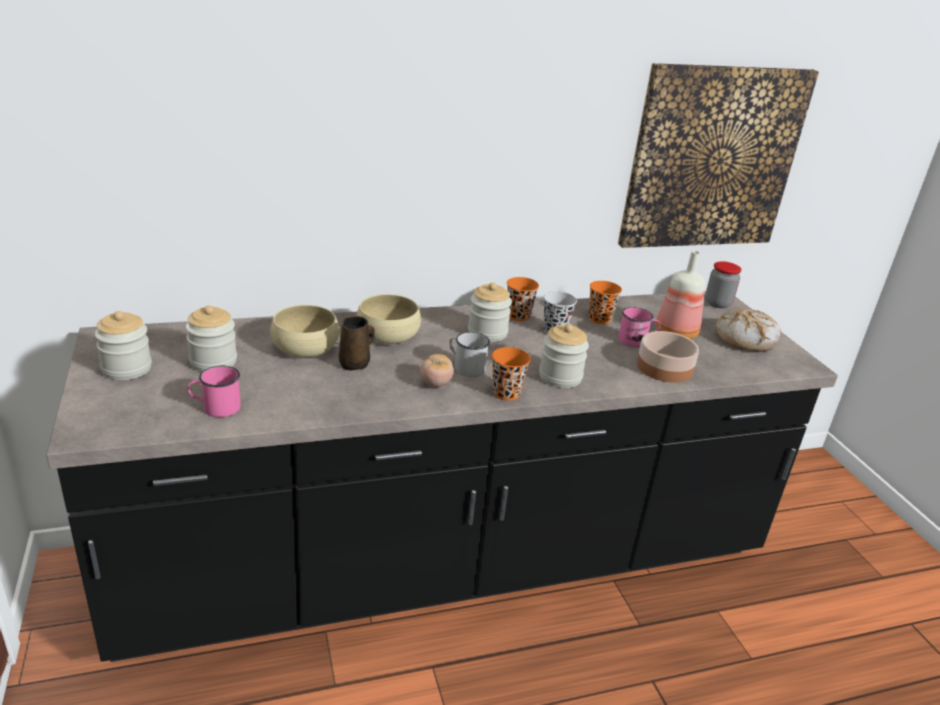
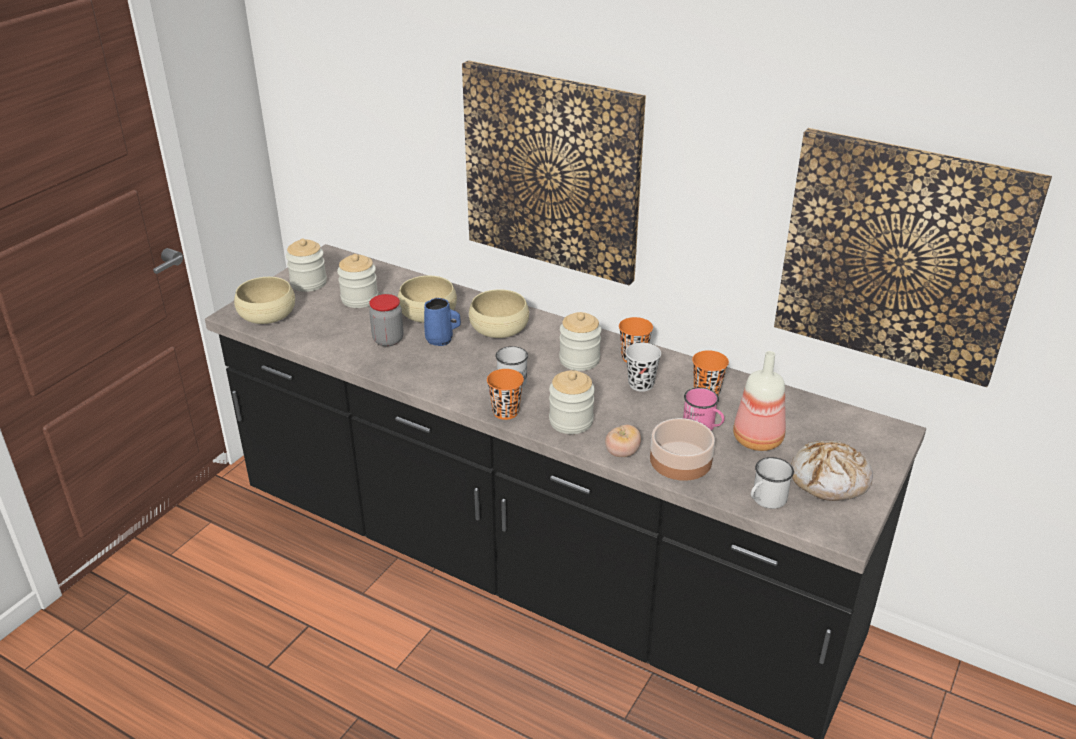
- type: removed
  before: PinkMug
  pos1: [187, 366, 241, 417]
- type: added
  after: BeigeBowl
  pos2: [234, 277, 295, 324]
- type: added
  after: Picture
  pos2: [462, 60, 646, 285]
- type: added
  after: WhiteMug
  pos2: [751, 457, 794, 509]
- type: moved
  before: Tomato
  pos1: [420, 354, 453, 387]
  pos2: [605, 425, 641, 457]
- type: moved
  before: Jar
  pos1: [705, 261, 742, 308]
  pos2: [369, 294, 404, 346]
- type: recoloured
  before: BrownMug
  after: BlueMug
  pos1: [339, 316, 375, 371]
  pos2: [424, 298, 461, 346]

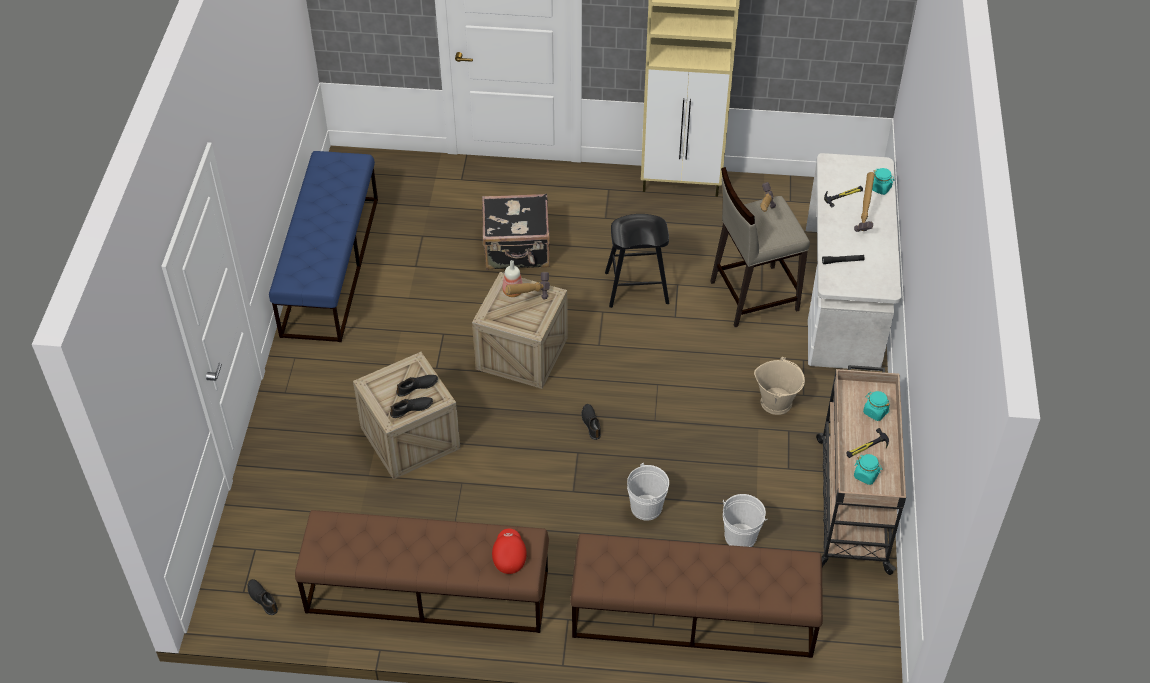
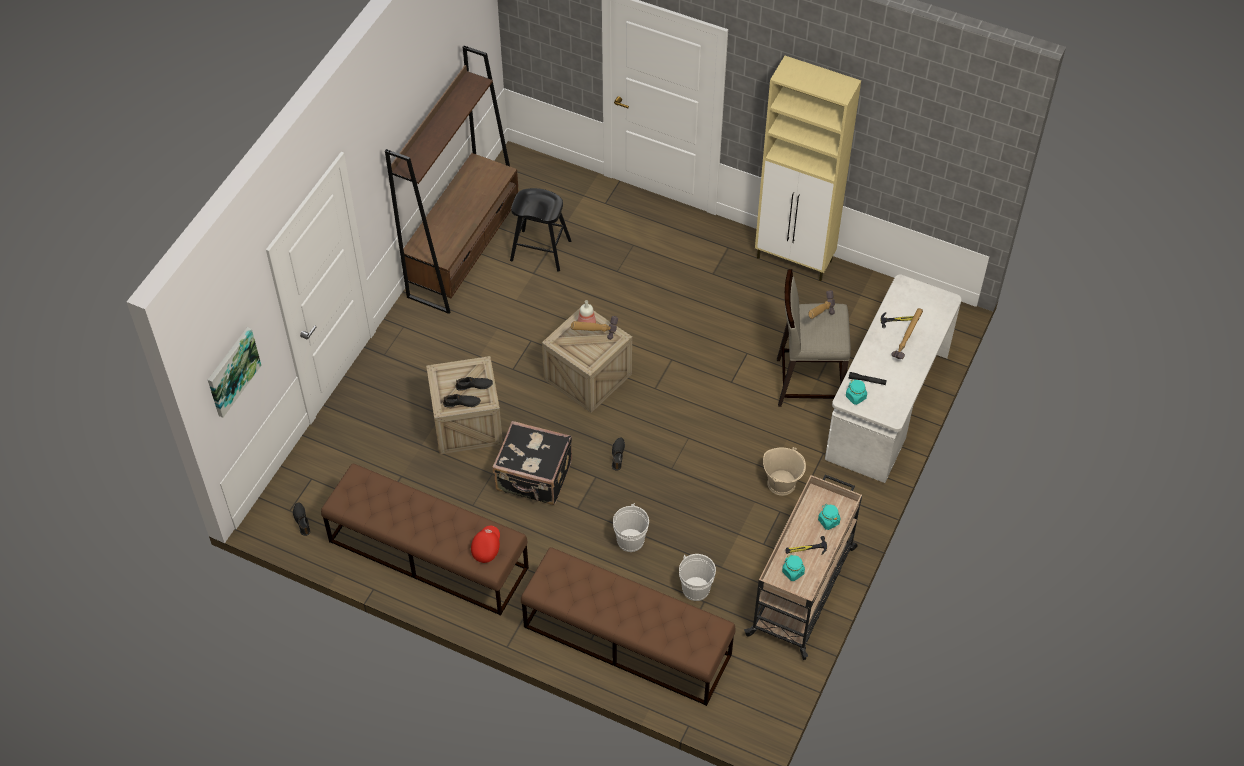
- type: added
  after: Picture
  pos2: [208, 327, 262, 418]
- type: moved
  before: BlackSuitcase
  pos1: [482, 194, 550, 270]
  pos2: [493, 421, 572, 505]
- type: moved
  before: BlackStool
  pos1: [605, 214, 669, 308]
  pos2: [510, 188, 571, 272]
- type: moved
  before: TurquoiseJar
  pos1: [872, 168, 895, 195]
  pos2: [846, 379, 867, 405]
- type: replaced
  before: BlueBench
  after: BrownBookcase
  pos1: [269, 151, 378, 342]
  pos2: [385, 46, 519, 314]

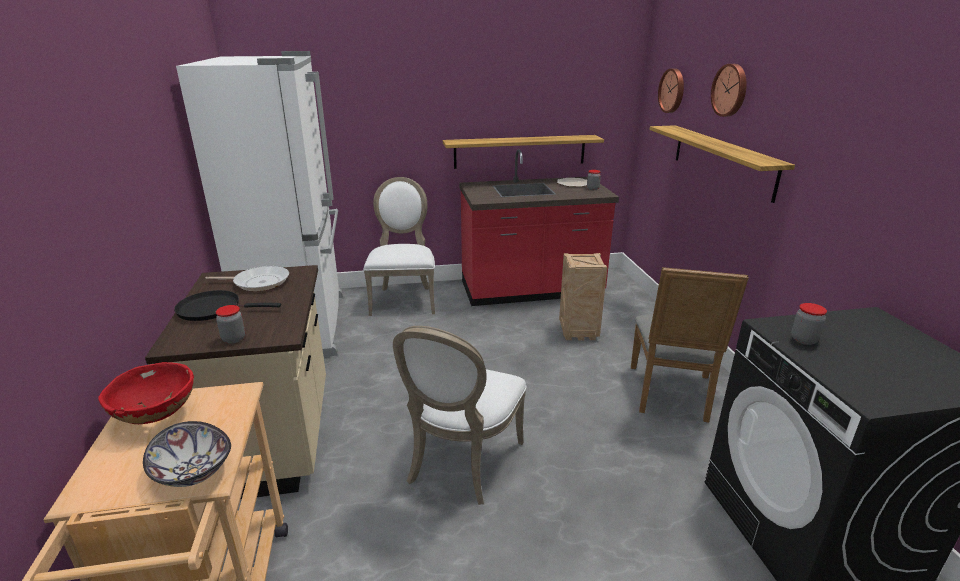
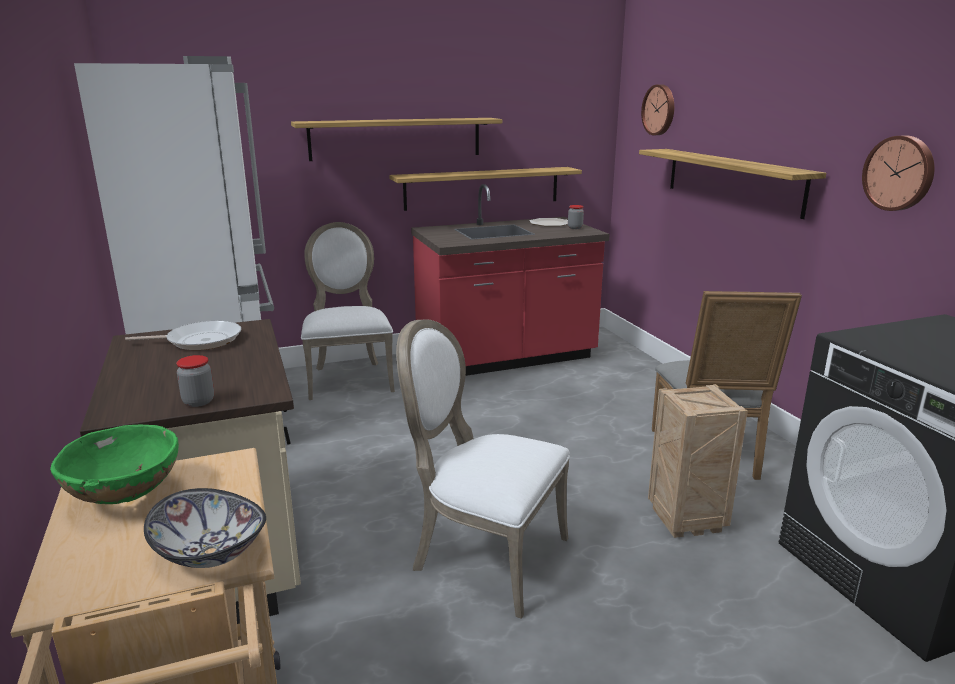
- type: removed
  before: BlackFryingPan
  pos1: [174, 290, 281, 321]
- type: removed
  before: Jar
  pos1: [791, 303, 827, 345]
- type: added
  after: Shelf
  pos2: [291, 118, 502, 161]
- type: moved
  before: Crate
  pos1: [559, 253, 607, 341]
  pos2: [648, 384, 748, 538]
- type: moved
  before: WallClock
  pos1: [711, 64, 747, 117]
  pos2: [862, 135, 935, 211]
- type: recoloured
  before: RedBowl
  after: GreenBowl
  pos1: [98, 362, 194, 424]
  pos2: [50, 425, 179, 504]
- type: turned
  before: WhiteChair
  pos1: [393, 326, 527, 505]
  pos2: [396, 319, 570, 619]
  turn: 105

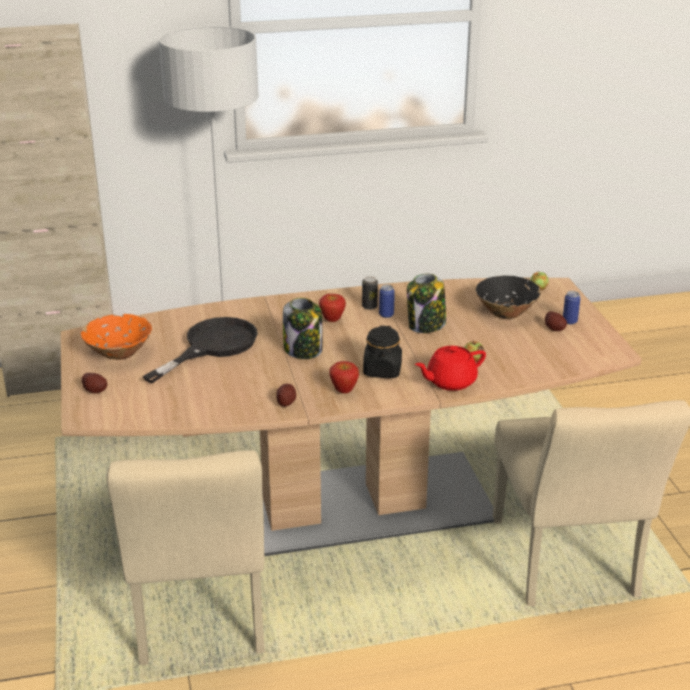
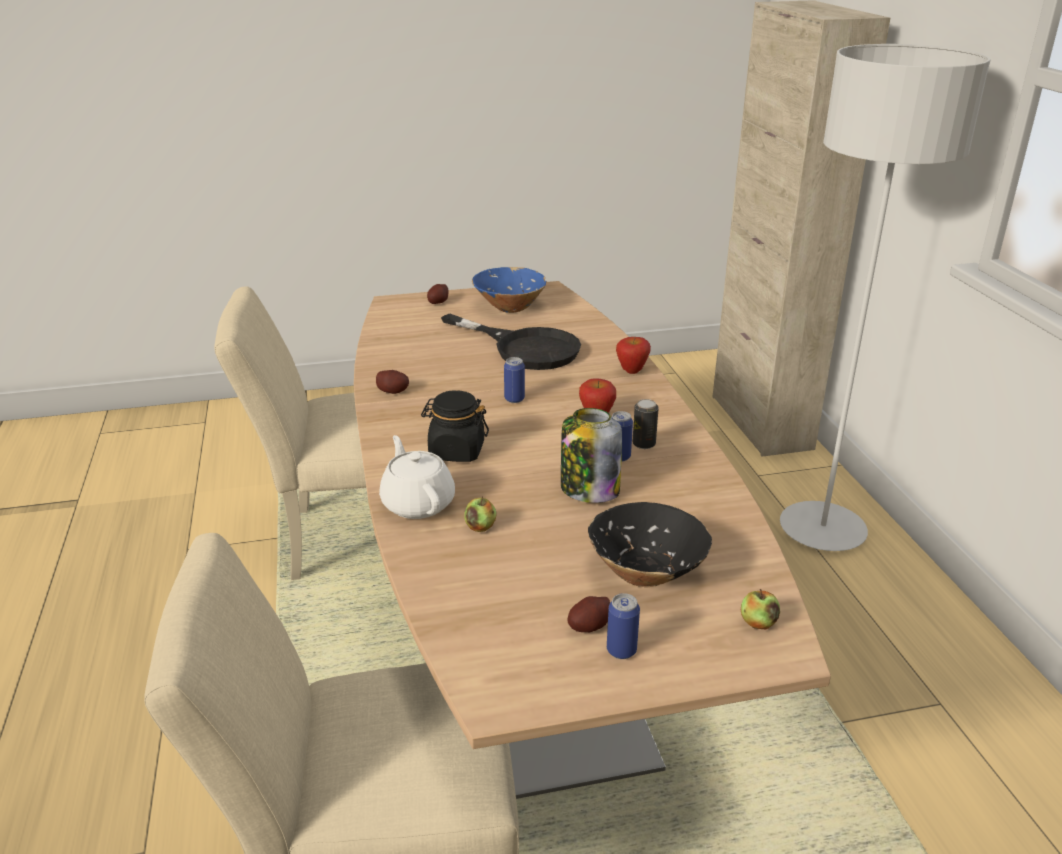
- type: moved
  before: Apple
  pos1: [329, 361, 359, 393]
  pos2: [616, 337, 651, 374]
- type: replaced
  before: Jar
  after: Can
  pos1: [283, 298, 323, 359]
  pos2: [504, 357, 525, 403]
- type: recoloured
  before: OrangeBowl
  after: BlueBowl
  pos1: [81, 314, 152, 360]
  pos2: [472, 267, 547, 313]
- type: recoloured
  before: RedTeapot
  after: WhiteTeapot
  pos1: [415, 346, 486, 391]
  pos2: [379, 435, 455, 519]

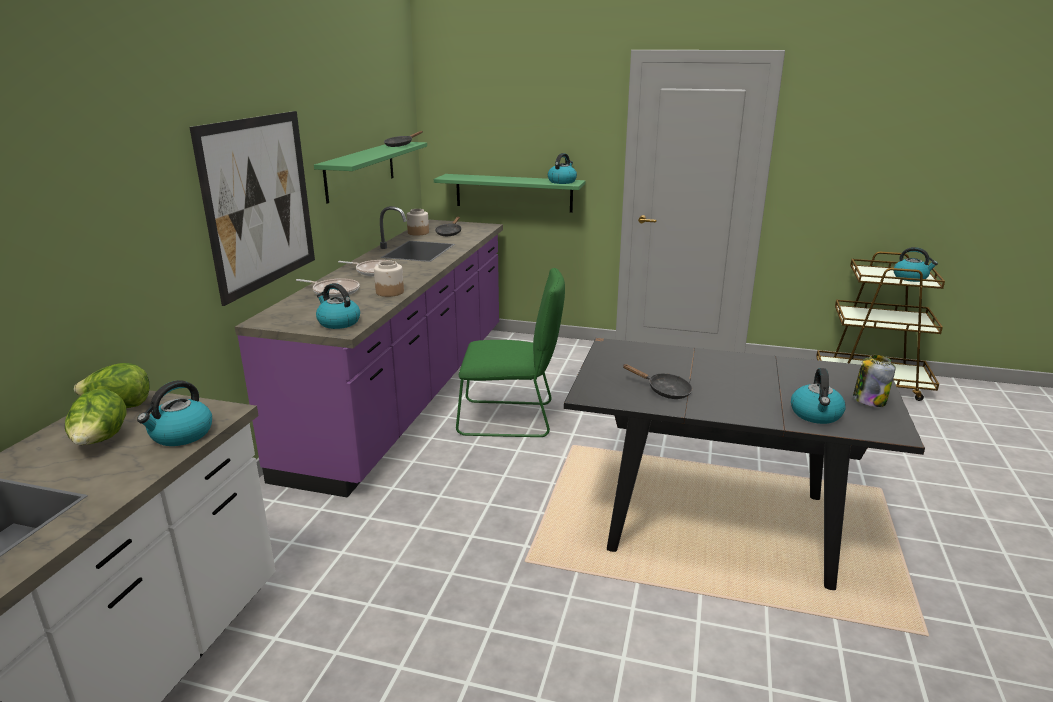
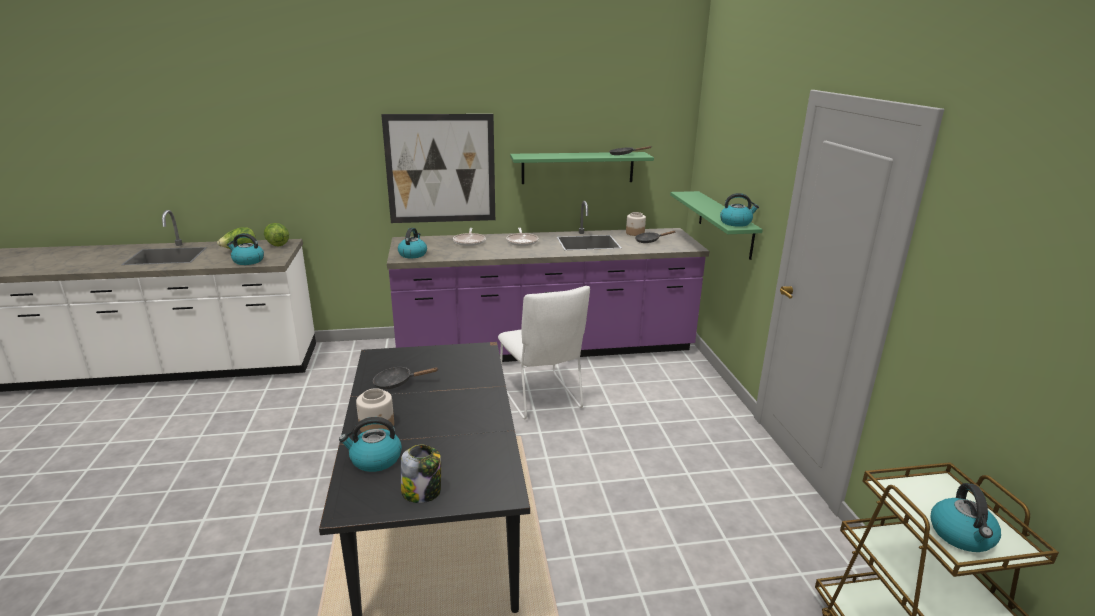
- type: moved
  before: Jar
  pos1: [374, 261, 404, 297]
  pos2: [356, 388, 394, 433]
- type: recoloured
  before: GreenChair
  after: WhiteChair
  pos1: [456, 268, 565, 437]
  pos2: [498, 286, 590, 419]
- type: turned
  before: BlackFryingPan
  pos1: [623, 364, 692, 399]
  pos2: [373, 367, 438, 389]
  turn: 75

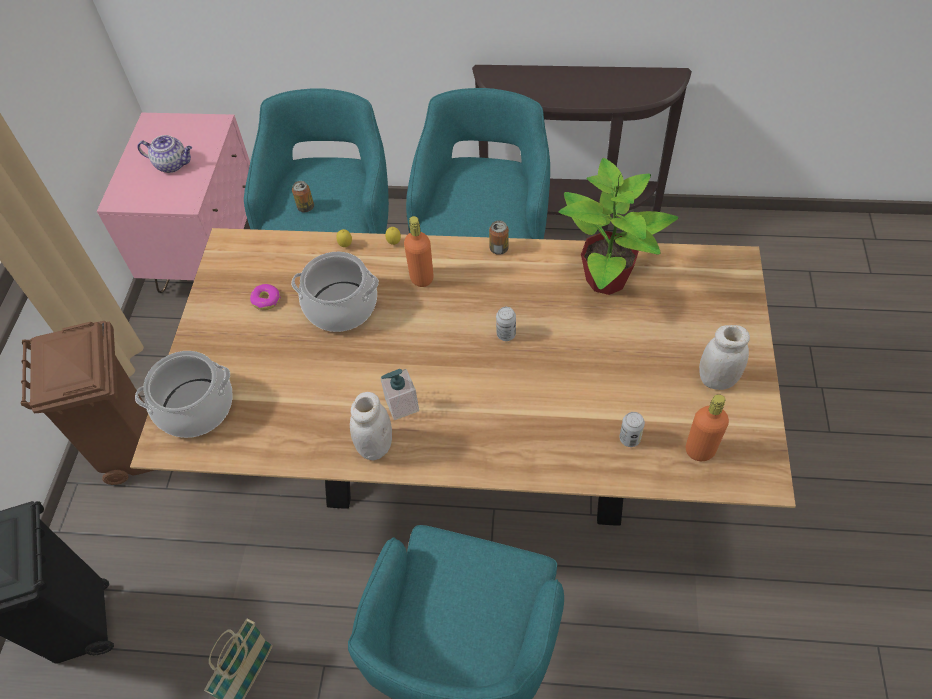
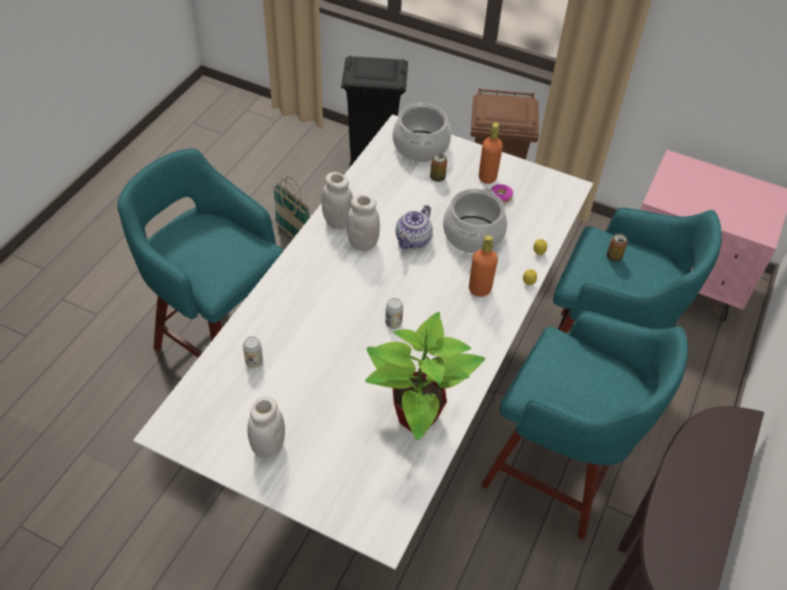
- type: moved
  before: Teapot
  pos1: [137, 135, 192, 173]
  pos2: [396, 205, 433, 249]
- type: moved
  before: Can
  pos1: [489, 220, 509, 255]
  pos2: [430, 153, 447, 182]
- type: moved
  before: OrangeBottle
  pos1: [686, 394, 729, 461]
  pos2: [479, 123, 503, 184]
- type: replaced
  before: SoapDispenser
  after: WhiteJar
  pos1: [380, 369, 419, 420]
  pos2: [347, 195, 380, 251]
- type: recoloured
  before: BrownDiningTable
  after: WhiteDiningTable
  pos1: [130, 228, 796, 526]
  pos2: [133, 114, 593, 570]

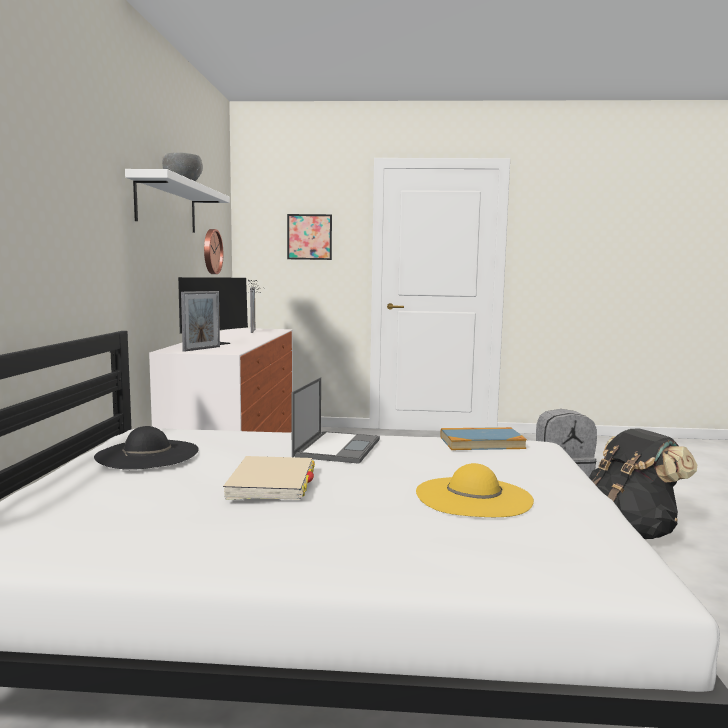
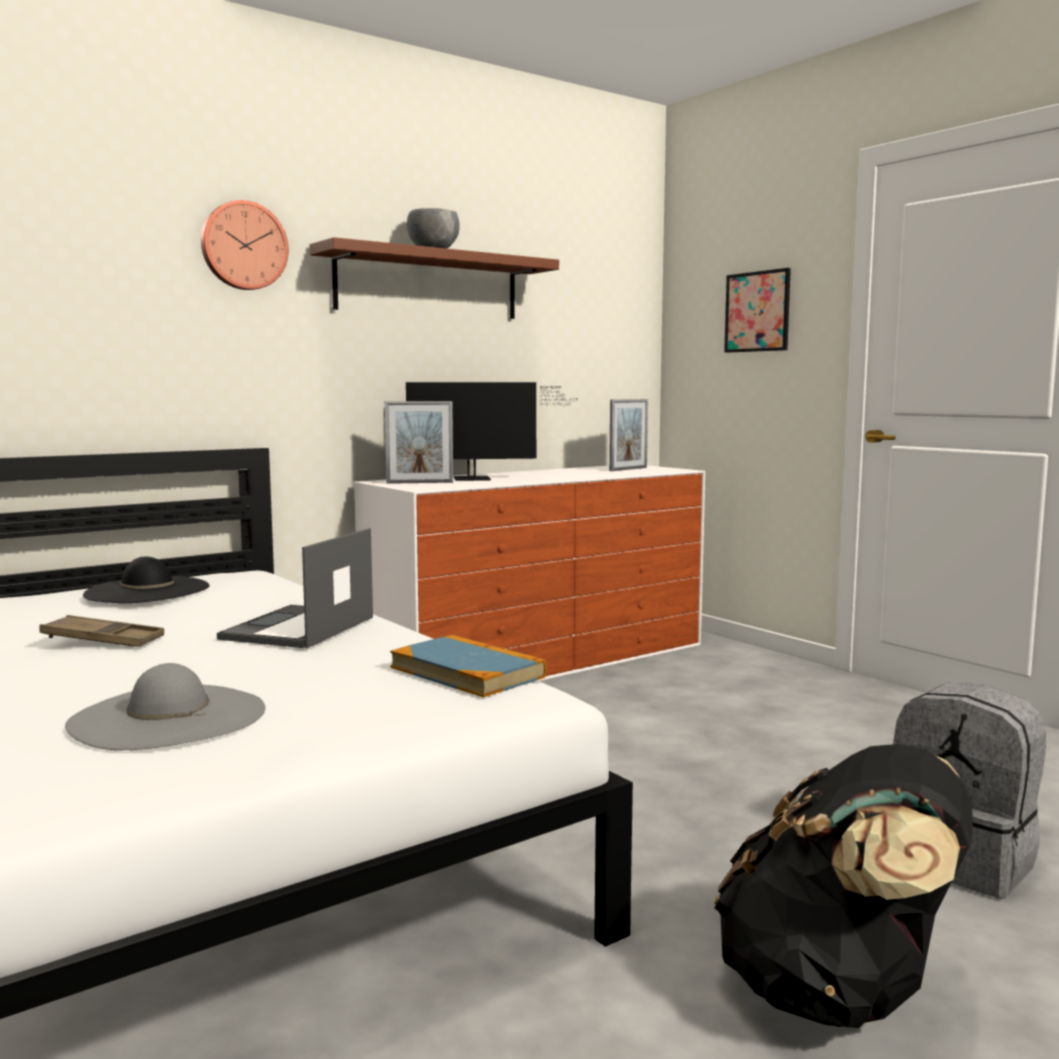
- type: moved
  before: WallClock
  pos1: [204, 229, 223, 274]
  pos2: [201, 200, 289, 290]
- type: replaced
  before: BeigeBook
  after: BrownTray
  pos1: [223, 456, 315, 500]
  pos2: [40, 615, 164, 646]
- type: recoloured
  before: WhiteShelf
  after: BrownShelf
  pos1: [125, 169, 230, 233]
  pos2: [309, 237, 559, 319]
- type: recoloured
  before: YellowHat
  after: GreyHat
  pos1: [416, 463, 534, 517]
  pos2: [65, 663, 265, 750]
- type: turned
  before: Laptop
  pos1: [292, 377, 380, 464]
  pos2: [217, 528, 373, 648]
  turn: 135

